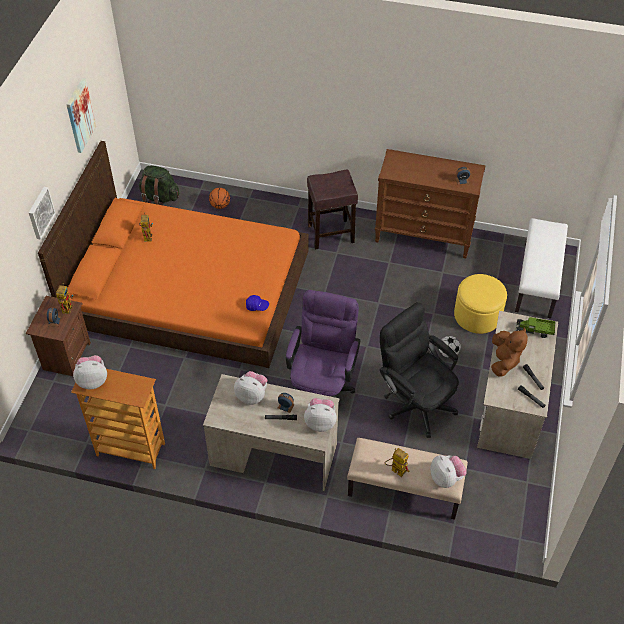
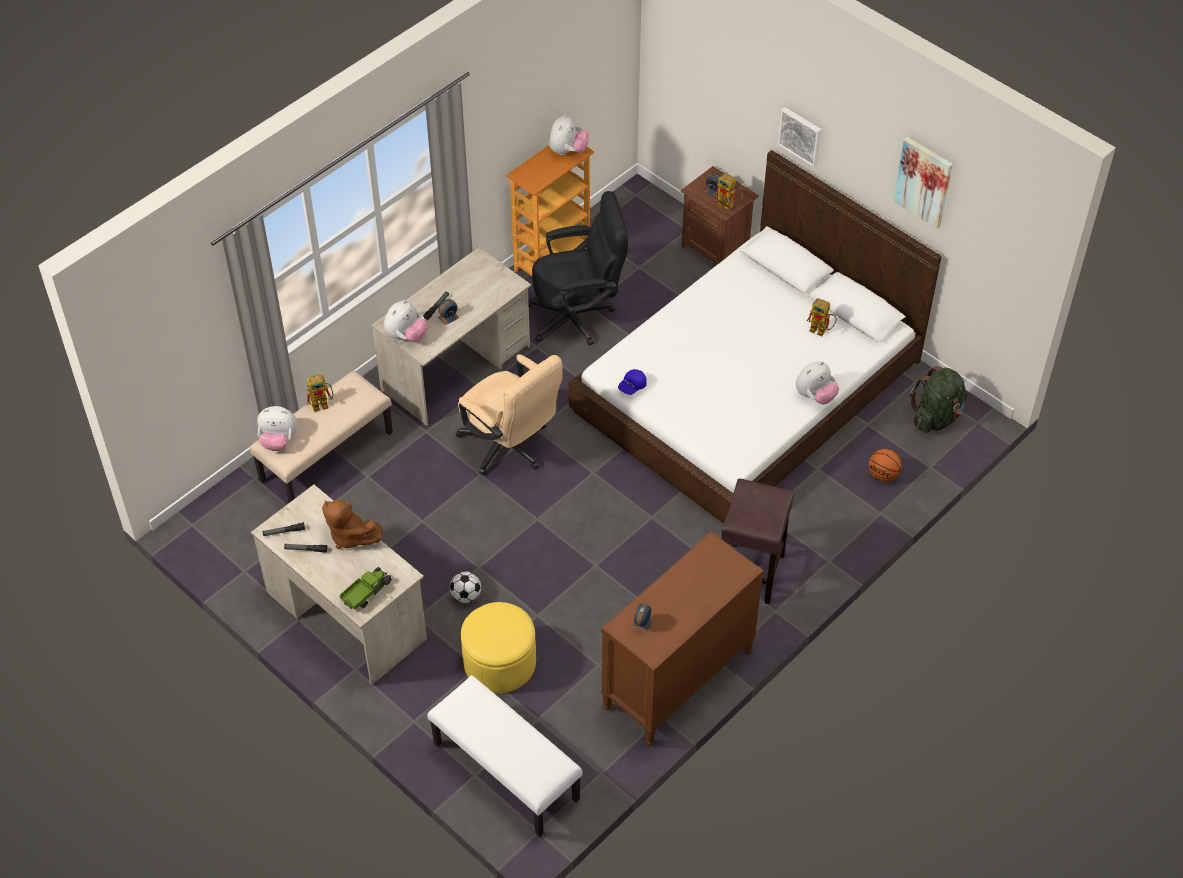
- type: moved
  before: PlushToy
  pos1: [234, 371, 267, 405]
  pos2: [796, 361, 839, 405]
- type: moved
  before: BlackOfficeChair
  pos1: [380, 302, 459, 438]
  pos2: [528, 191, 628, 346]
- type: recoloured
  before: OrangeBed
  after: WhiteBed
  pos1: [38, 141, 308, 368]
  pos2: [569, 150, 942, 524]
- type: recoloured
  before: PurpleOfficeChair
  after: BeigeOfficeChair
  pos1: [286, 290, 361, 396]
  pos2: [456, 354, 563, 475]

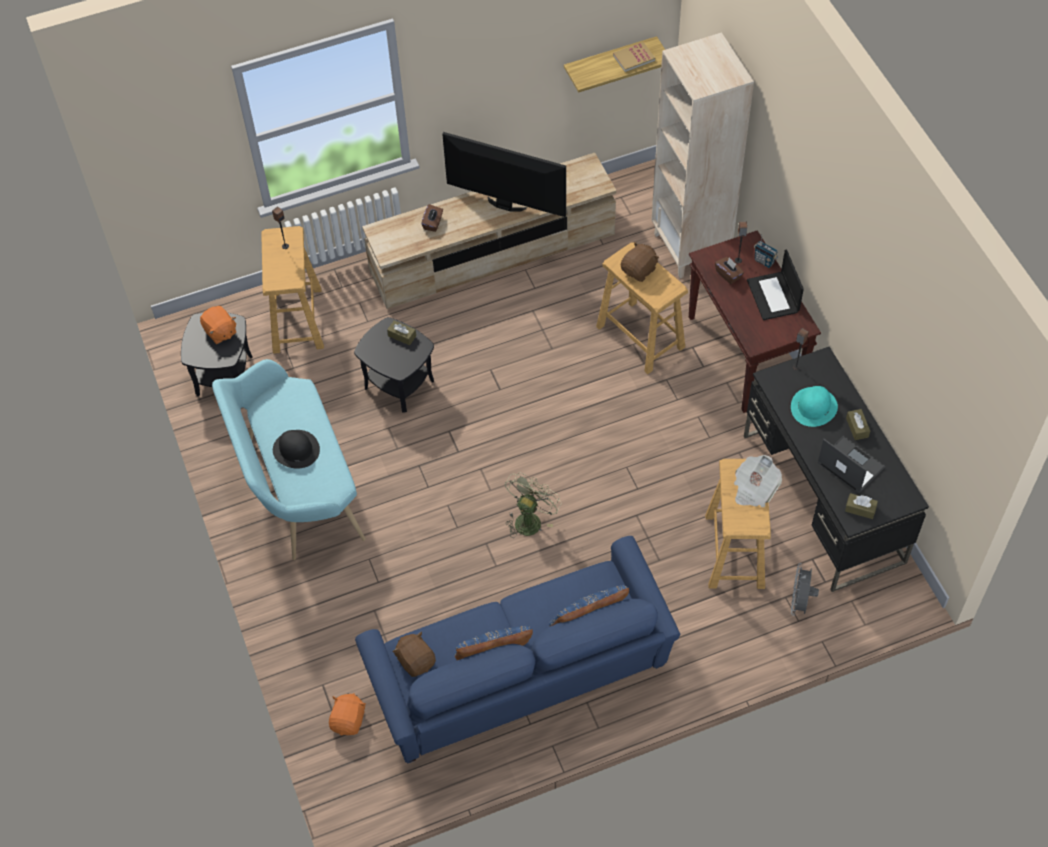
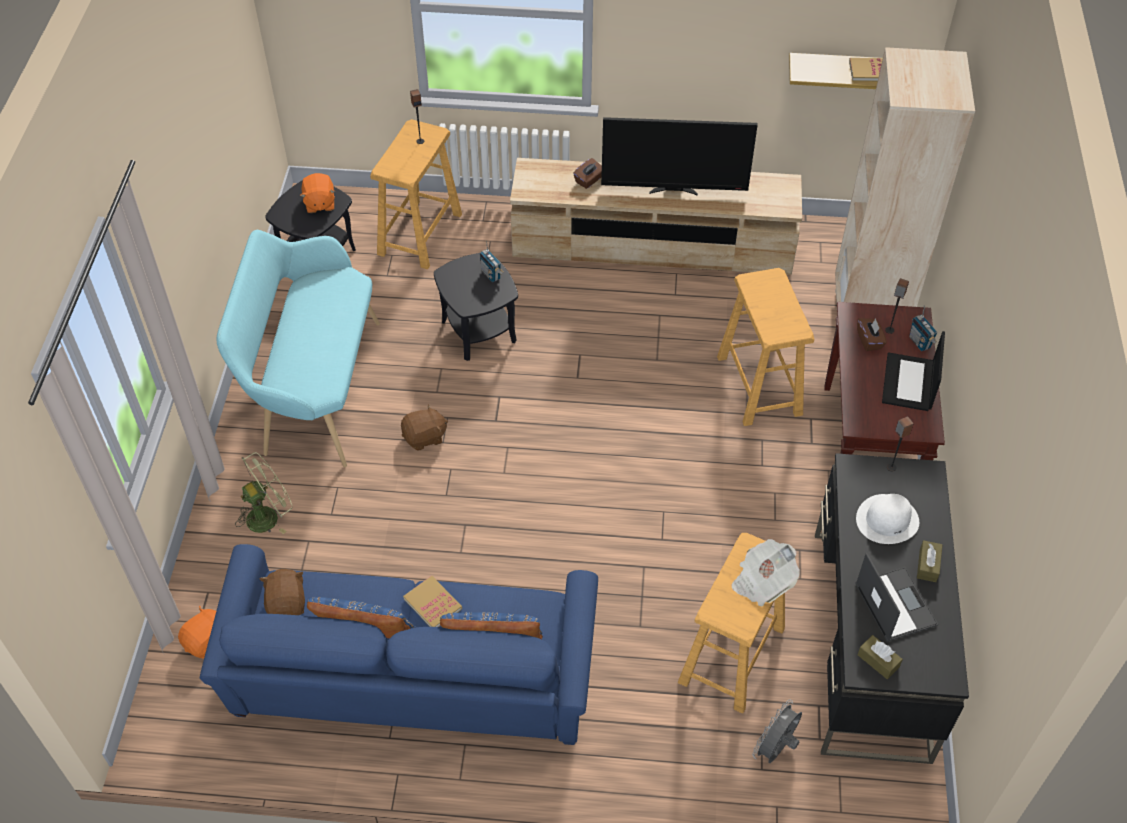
- type: removed
  before: BlackHat
  pos1: [273, 430, 320, 468]
- type: added
  after: Book
  pos2: [403, 576, 462, 627]
- type: moved
  before: GreenFan
  pos1: [505, 472, 561, 538]
  pos2: [235, 452, 292, 534]
- type: moved
  before: BrownPlushToy
  pos1: [621, 242, 659, 282]
  pos2: [401, 405, 448, 451]
- type: replaced
  before: BrownTissueBox
  after: Radio
  pos1: [387, 320, 416, 345]
  pos2: [480, 240, 504, 282]
- type: recoloured
  before: TurquoiseHat
  after: WhiteHat
  pos1: [791, 386, 838, 427]
  pos2: [856, 494, 919, 544]
- type: turned
  before: Television
  pos1: [442, 132, 566, 217]
  pos2: [601, 117, 757, 196]
  turn: 135

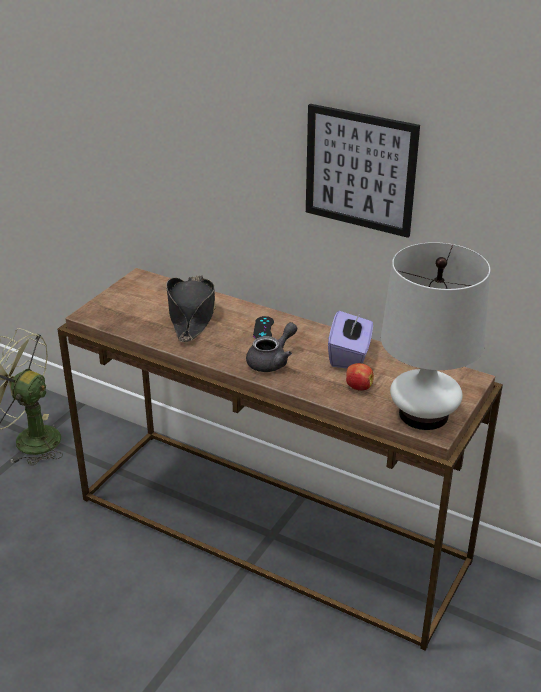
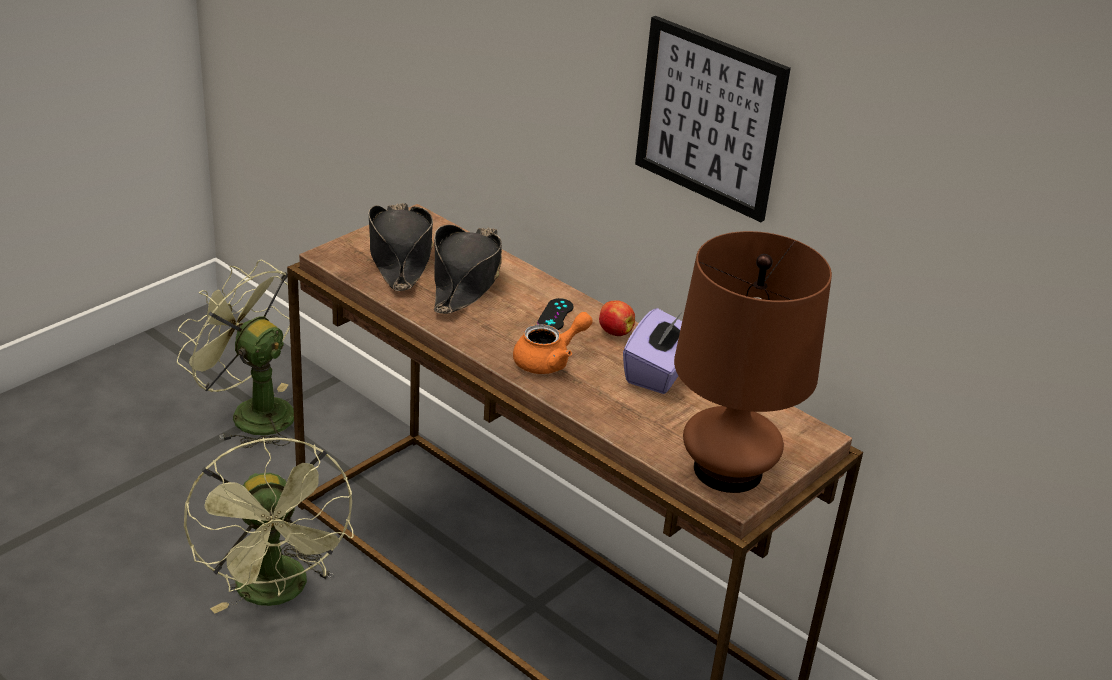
- type: added
  after: GreenFan
  pos2: [184, 438, 354, 613]
- type: added
  after: BlackHat
  pos2: [368, 203, 434, 291]
- type: moved
  before: Apple
  pos1: [346, 363, 374, 391]
  pos2: [599, 301, 635, 336]
- type: recoloured
  before: GreyTeapot
  after: OrangeTeapot
  pos1: [246, 322, 297, 372]
  pos2: [513, 312, 592, 374]
- type: recoloured
  before: WhiteTableLamp
  after: BrownTableLamp
  pos1: [381, 242, 490, 430]
  pos2: [674, 231, 832, 493]

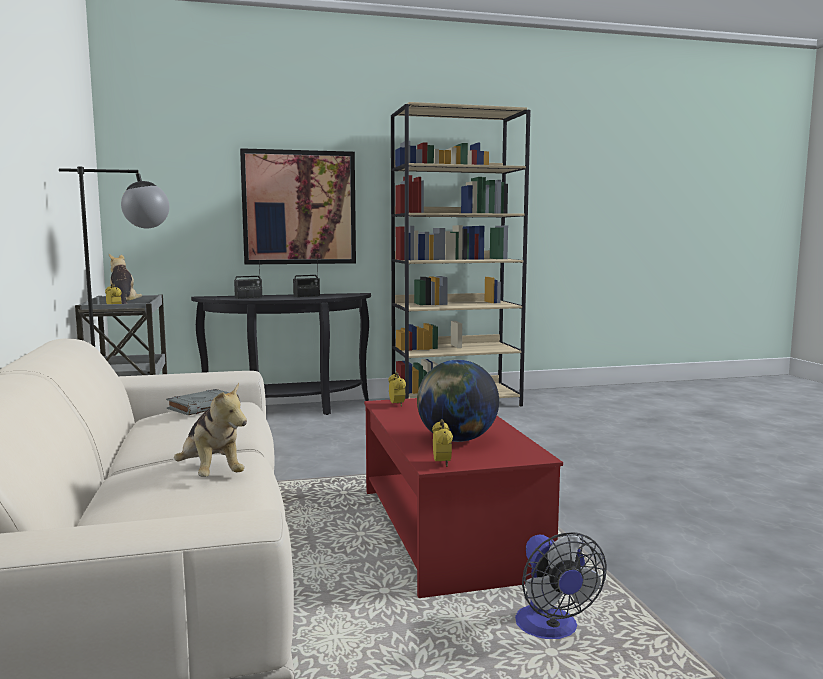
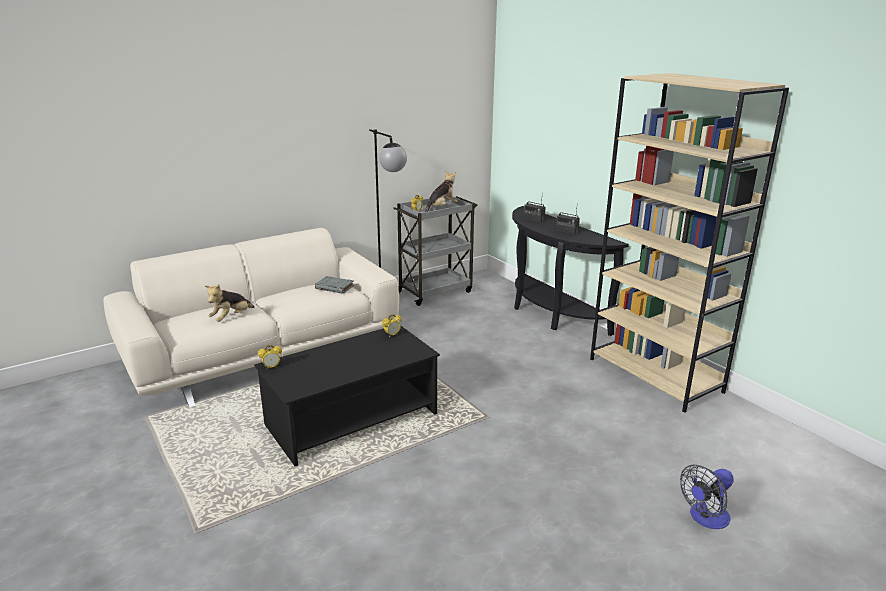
- type: removed
  before: Picture
  pos1: [240, 148, 356, 265]
- type: removed
  before: Globe
  pos1: [417, 360, 499, 442]
- type: moved
  before: Fan
  pos1: [515, 532, 607, 639]
  pos2: [680, 465, 734, 529]
- type: recoloured
  before: RedCoffeeTable
  after: BlackCoffeeTable
  pos1: [364, 398, 563, 598]
  pos2: [254, 325, 440, 466]

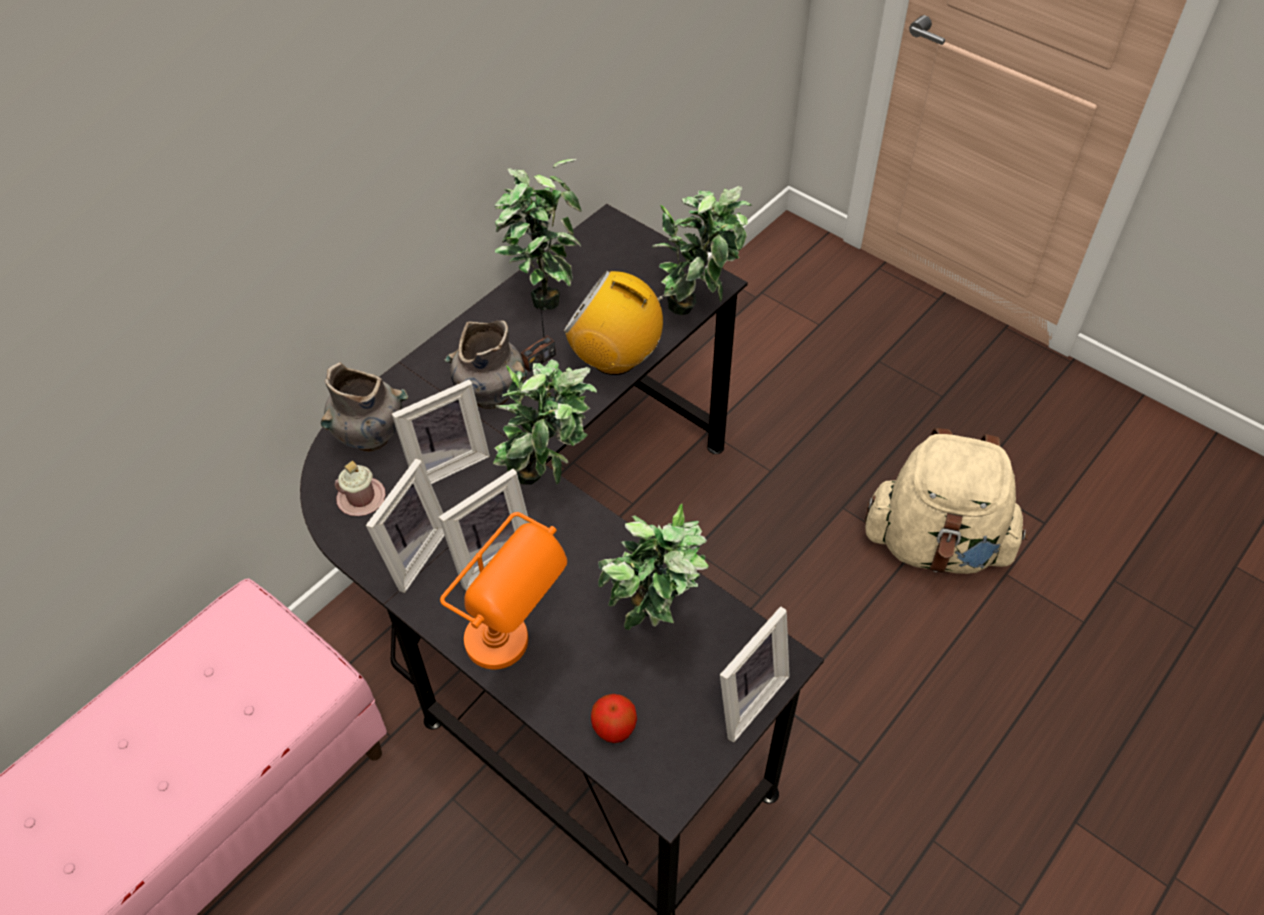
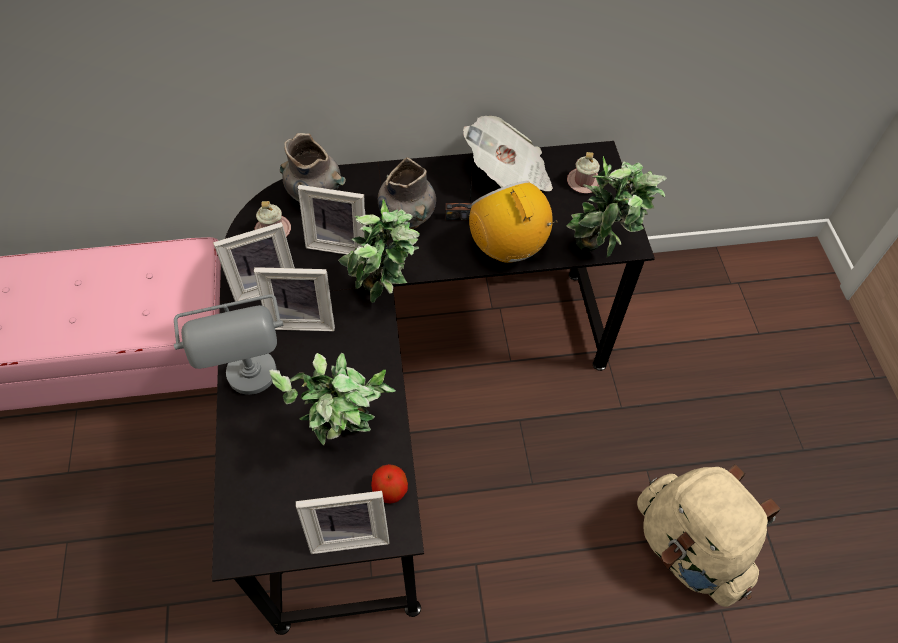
- type: added
  after: PinkMug
  pos2: [567, 152, 600, 193]
- type: moved
  before: Apple
  pos1: [591, 694, 637, 743]
  pos2: [371, 464, 408, 503]
- type: replaced
  before: PottedPlant
  after: Newspaper
  pos1: [494, 159, 582, 310]
  pos2: [463, 116, 553, 191]
- type: recoloured
  before: OrangeTableLamp
  after: GreyTableLamp
  pos1: [440, 512, 567, 669]
  pos2: [174, 294, 283, 395]

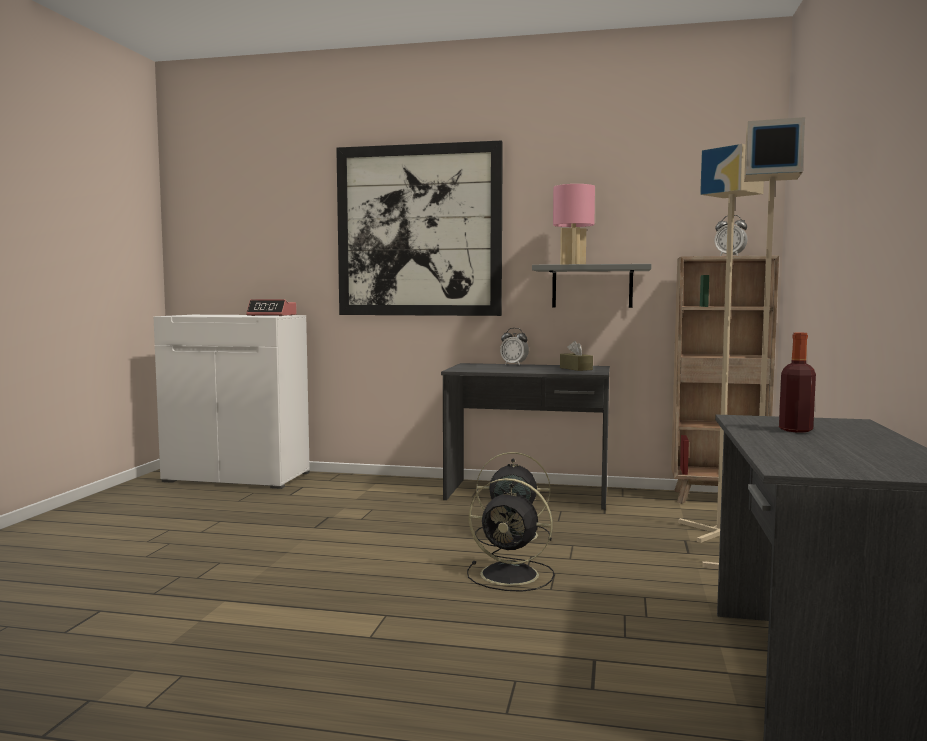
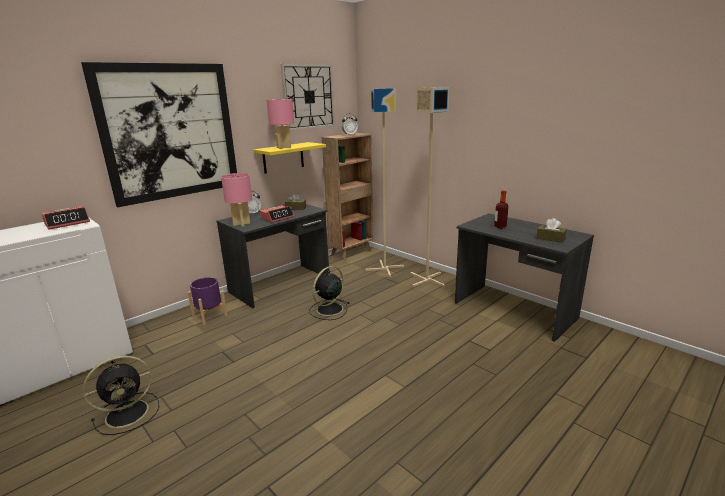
- type: added
  after: PurplePlanter
  pos2: [187, 277, 228, 325]
- type: added
  after: PinkTableLamp
  pos2: [221, 173, 252, 227]
- type: added
  after: AlarmClock
  pos2: [260, 205, 294, 223]
- type: added
  after: WallClock
  pos2: [281, 64, 335, 131]
- type: added
  after: BrownTissueBox
  pos2: [536, 218, 567, 243]
- type: moved
  before: BlackFan
  pos1: [467, 478, 554, 592]
  pos2: [83, 356, 159, 435]
- type: recoloured
  before: GreyShelf
  after: YellowShelf
  pos1: [532, 264, 652, 308]
  pos2: [254, 142, 326, 174]

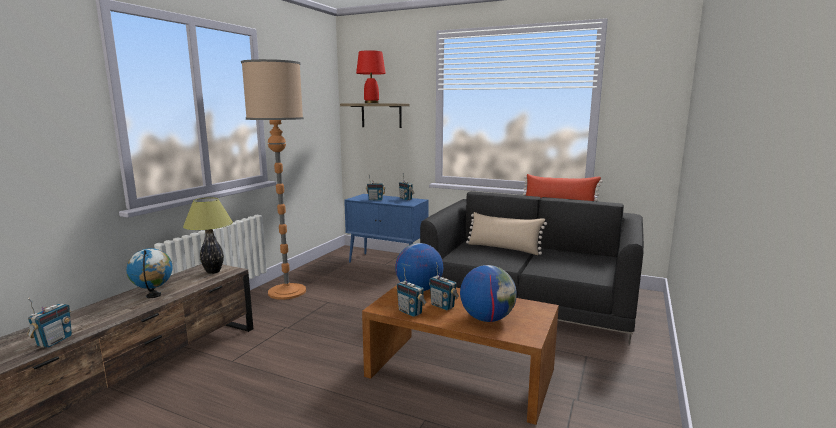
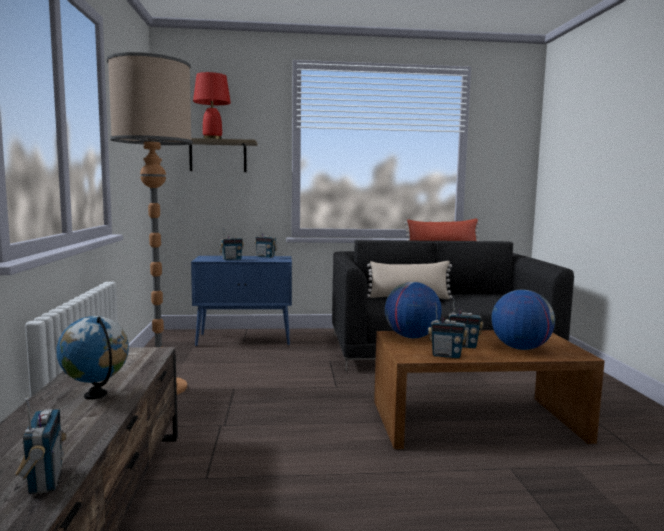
- type: removed
  before: TableLamp
  pos1: [183, 197, 233, 274]

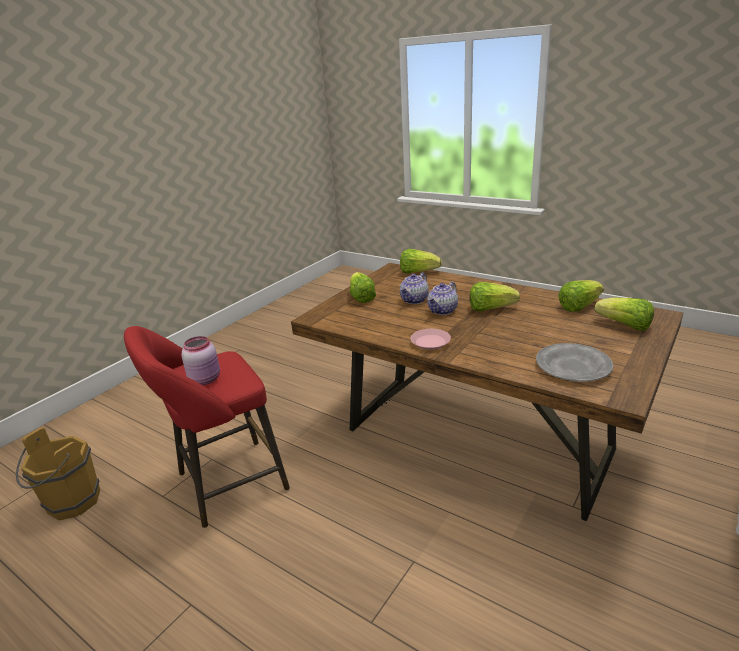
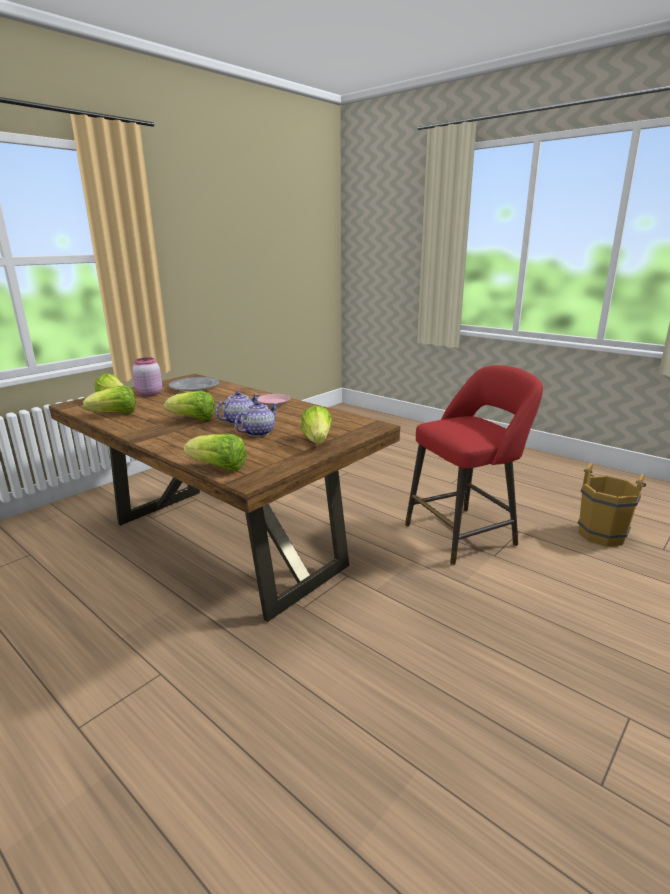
- type: moved
  before: PinkJar
  pos1: [181, 336, 220, 385]
  pos2: [132, 357, 162, 396]

